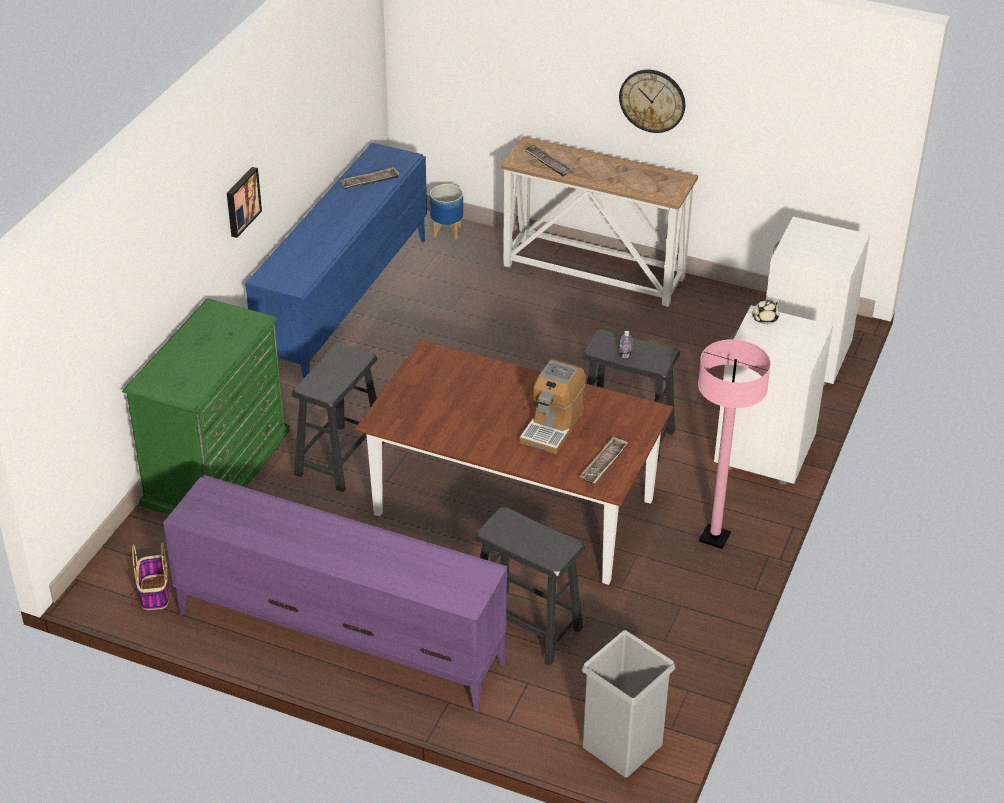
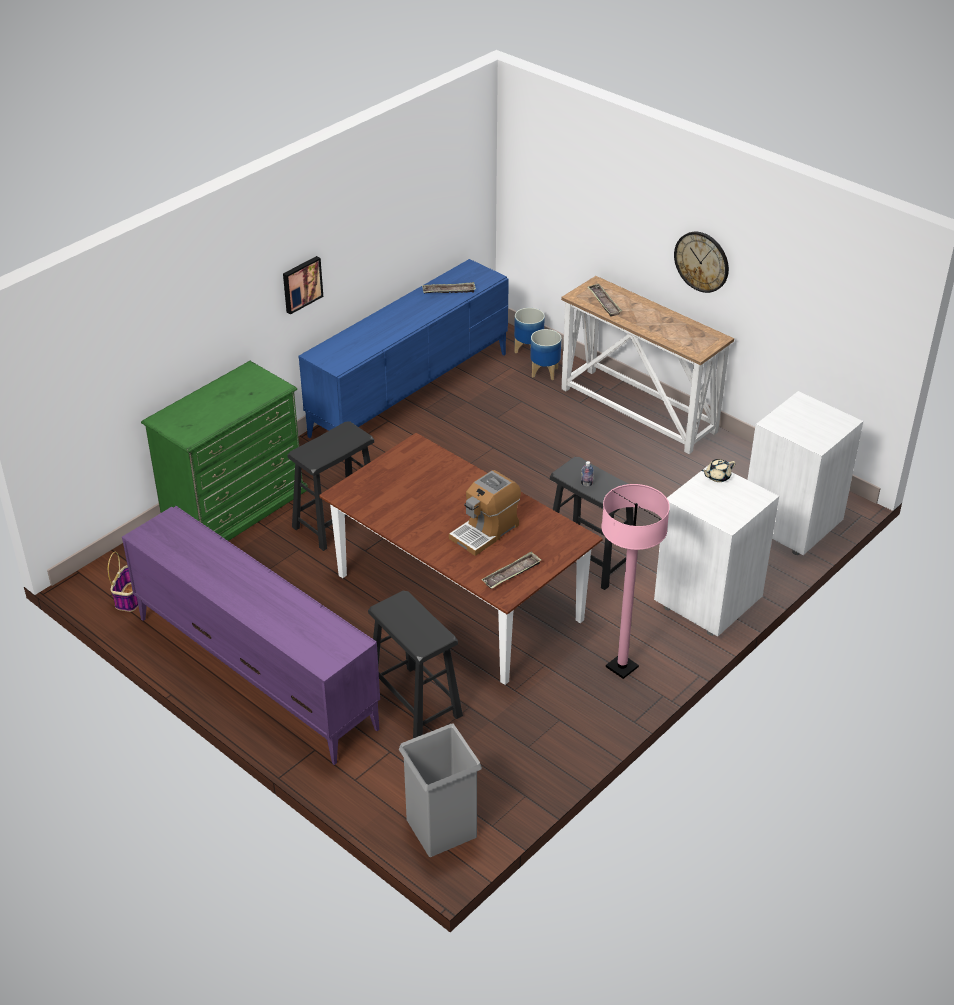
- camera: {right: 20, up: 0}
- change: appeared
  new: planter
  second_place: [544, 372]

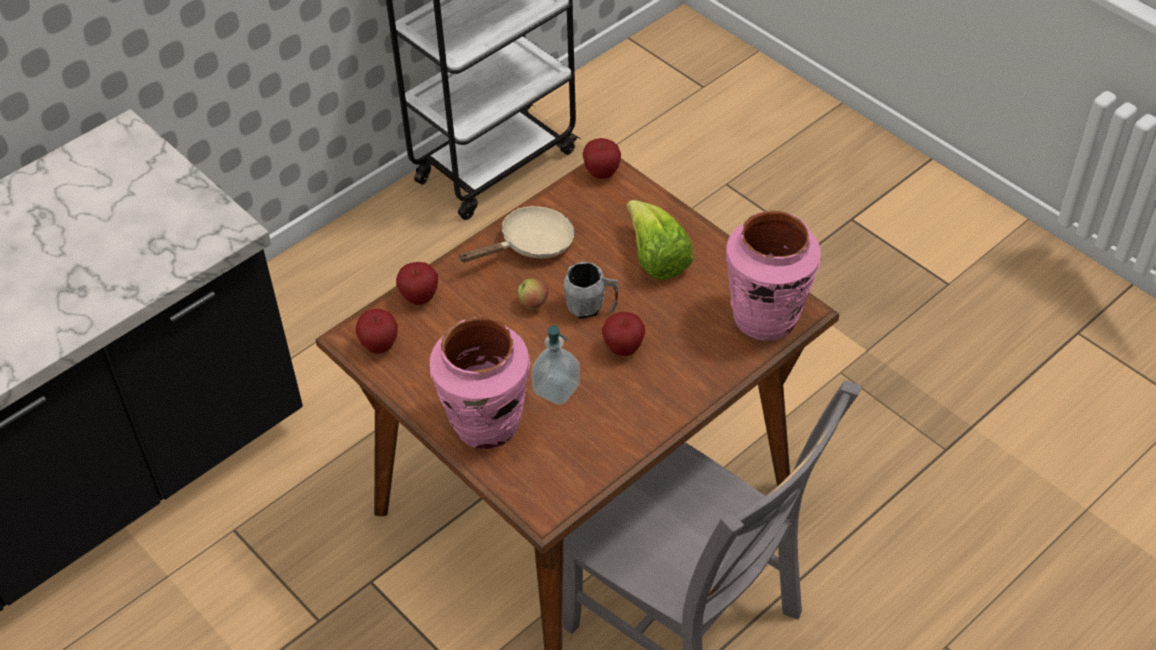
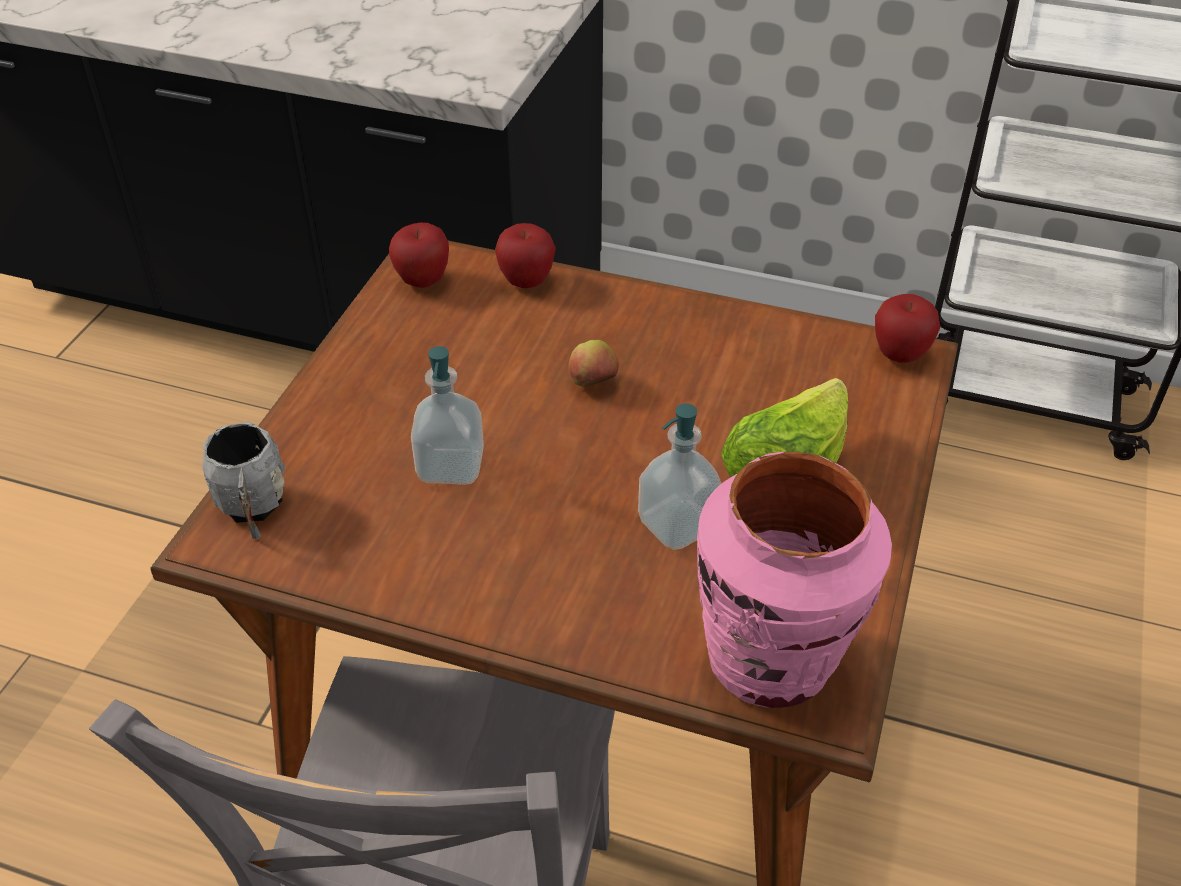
- camera: {right: 60, up: -5}
- change: missing
  old: beige-coloured skillet
  first_place: [530, 245]
- change: relocated
  old: greyish mug
  first_place: [591, 307]
  second_place: [252, 510]
- change: missing
  old: apple
  first_place: [623, 349]
- change: missing
  old: pinkish decorative vase
  first_place: [486, 425]
- change: appeared
  new: liquid soap bottle
  second_place: [678, 524]

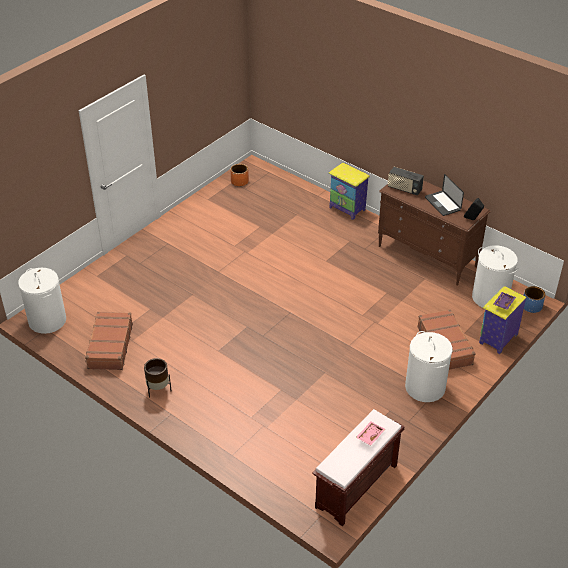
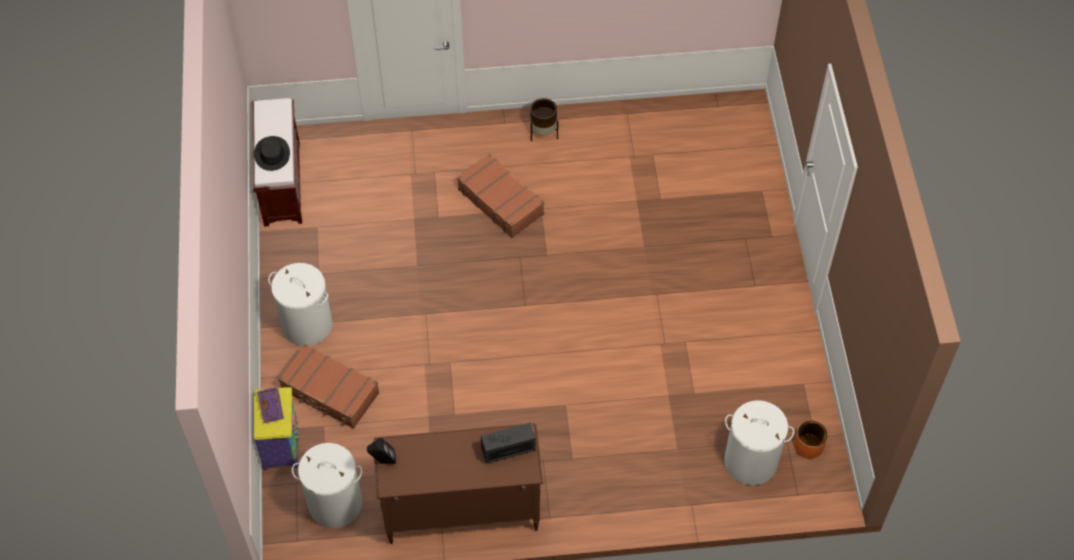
- camera: {right: 135, up: 15}
- change: missing
  old: nightstand
  first_place: [347, 210]
- change: missing
  old: notebook computer
  first_place: [442, 204]
- change: relocated
  old: whitish washing basket
  first_place: [47, 321]
  second_place: [751, 461]
- change: missing
  old: bluish planter
  first_place: [531, 306]
- change: relocated
  old: brown-coloured travel case
  first_place: [110, 346]
  second_place: [501, 201]
- change: exchanged
  old: pinkish serving tray
  new: black-coloured hat
  first_place: [369, 435]
  second_place: [272, 154]

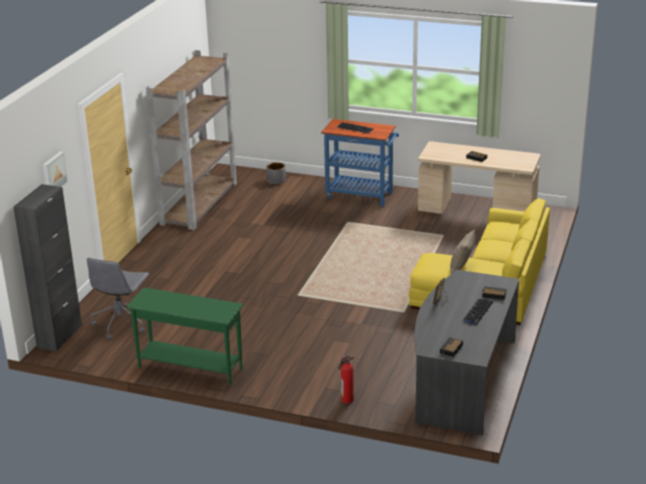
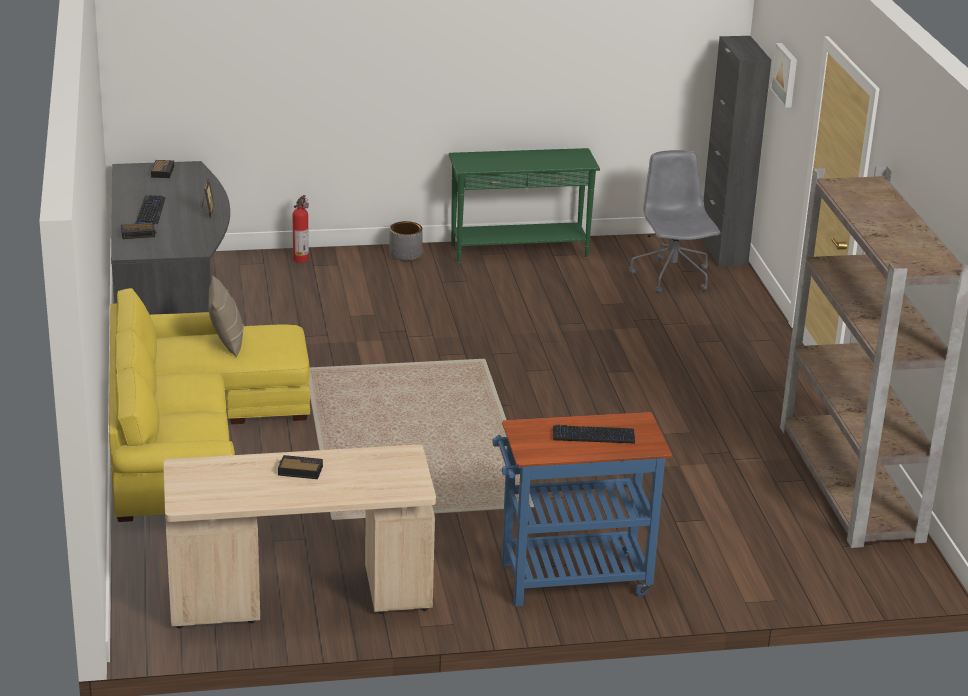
- camera: {right: 150, up: 0}
- change: relocated
  old: greyish planter
  first_place: [276, 181]
  second_place: [405, 254]

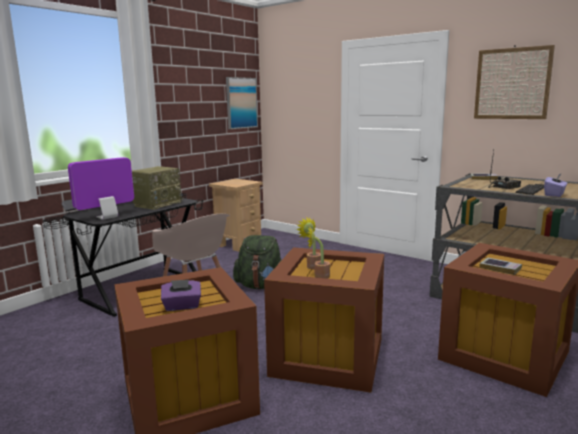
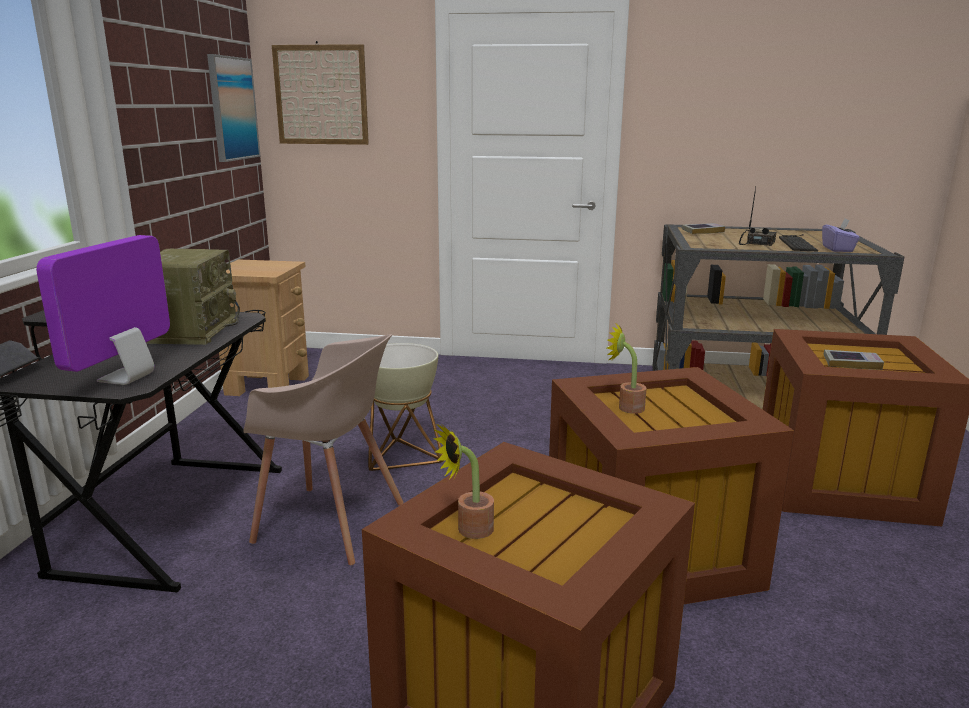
- camera: {right: -30, up: 5}
- change: relocated
  old: wall picture
  first_place: [512, 82]
  second_place: [321, 93]
- change: relocated
  old: plant in a pot
  first_place: [318, 276]
  second_place: [468, 530]
- change: exchanged
  old: greenish knapsack
  new: planter
  first_place: [261, 286]
  second_place: [403, 456]
- change: missing
  old: purple-coloured tissue holder
  first_place: [182, 306]

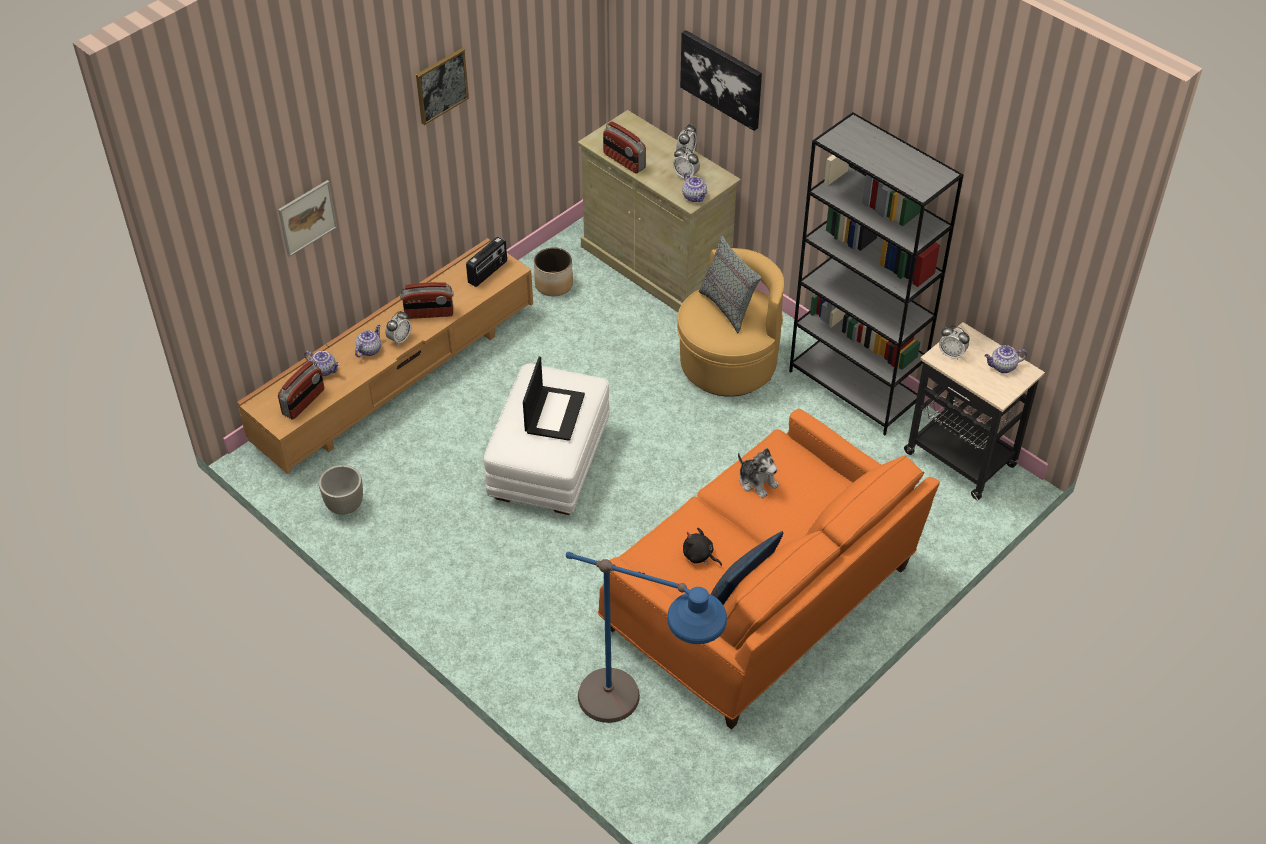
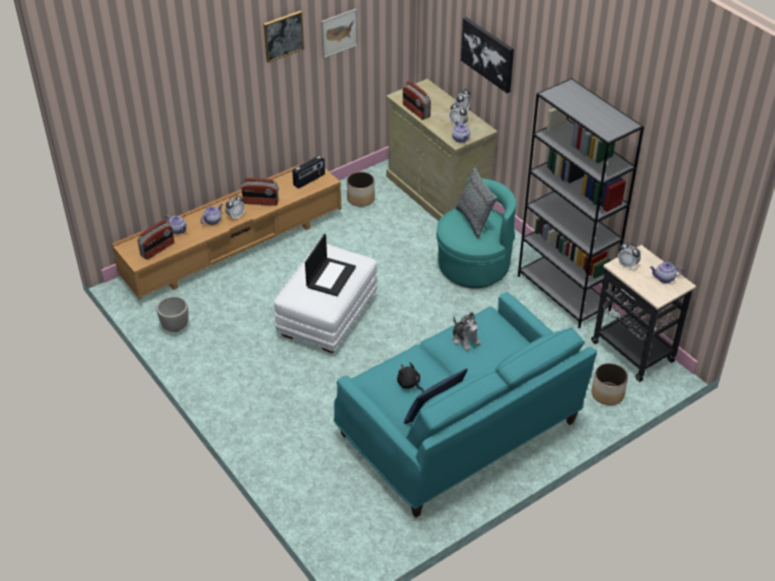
- camera: {right: 10, up: -5}
- change: relocated
  old: wall picture
  first_place: [307, 218]
  second_place: [339, 33]
- change: colour
  old: beige-coloured easy chair
  new: turquoise easy chair
  first_place: [727, 365]
  second_place: [473, 266]
- change: colour
  old: orange-coloured couch
  new: turquoise couch
  first_place: [763, 601]
  second_place: [461, 431]
- change: missing
  old: bluish standing lamp
  first_place: [640, 722]
- change: appeared
  new: planter
  second_place: [608, 394]

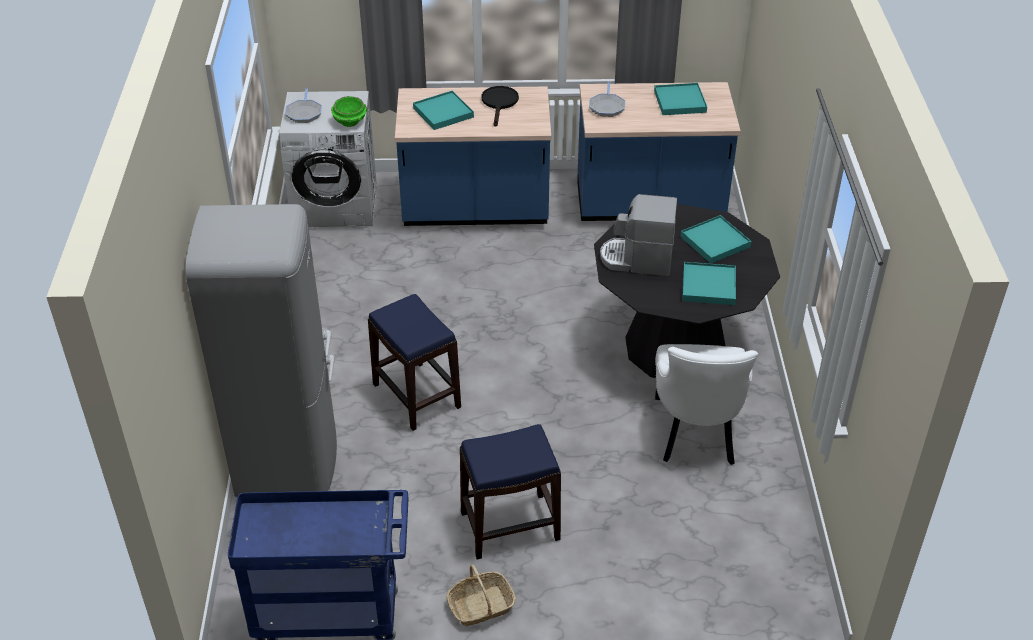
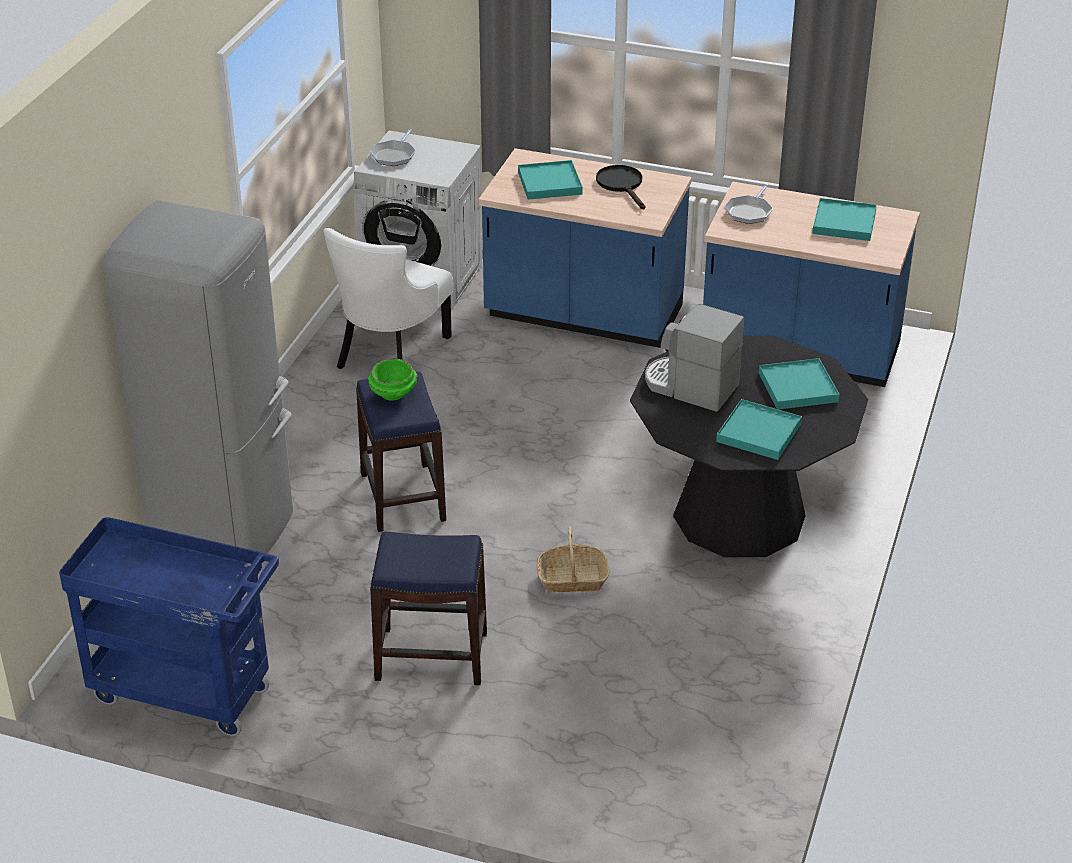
- camera: {right: 20, up: -5}
- change: spun
  old: black-coloured skillet
  first_place: [499, 103]
  second_place: [622, 185]
  degrees: -45
- change: relocated
  old: greenish deep dish
  first_place: [350, 121]
  second_place: [393, 393]
- change: relocated
  old: whitish plain chair
  first_place: [696, 429]
  second_place: [392, 351]
- change: relocated
  old: storage basket
  first_place: [481, 606]
  second_place: [572, 579]

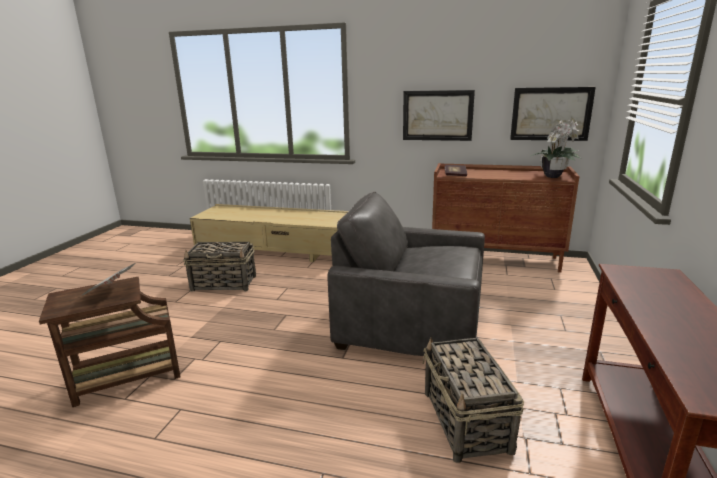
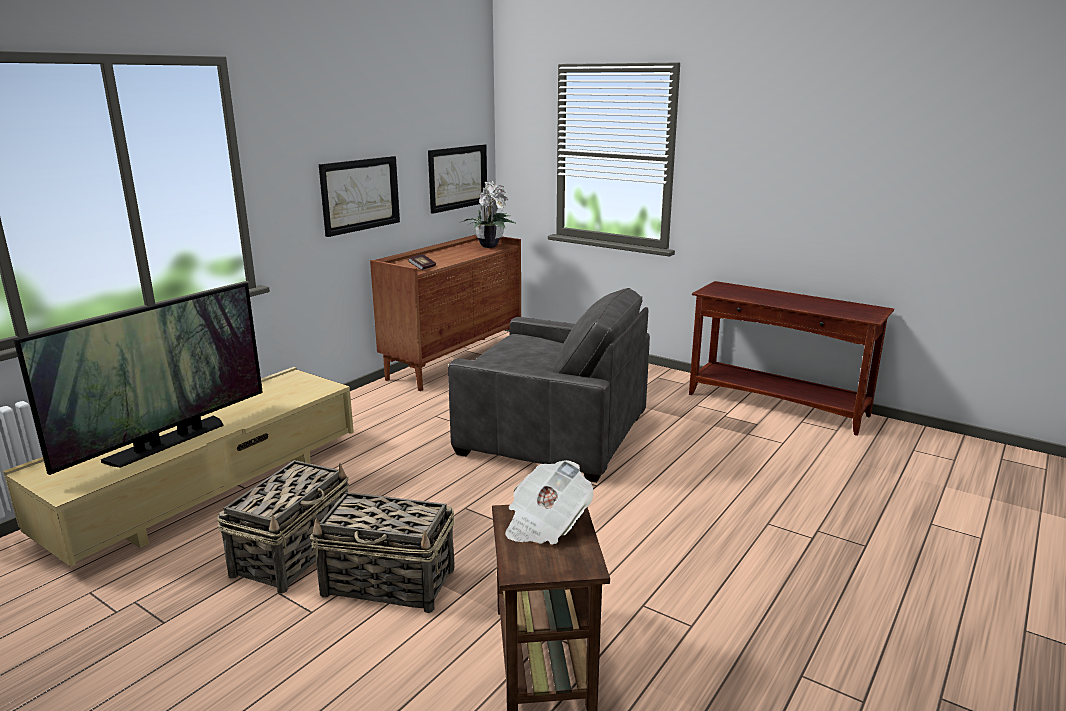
- camera: {right: -70, up: 0}
- change: spun
  old: greyish easy chair
  first_place: [412, 322]
  second_place: [553, 435]
  degrees: -105
- change: relocated
  old: storage basket
  first_place: [466, 422]
  second_place: [390, 583]
- change: appeared
  new: TV
  second_place: [168, 442]

